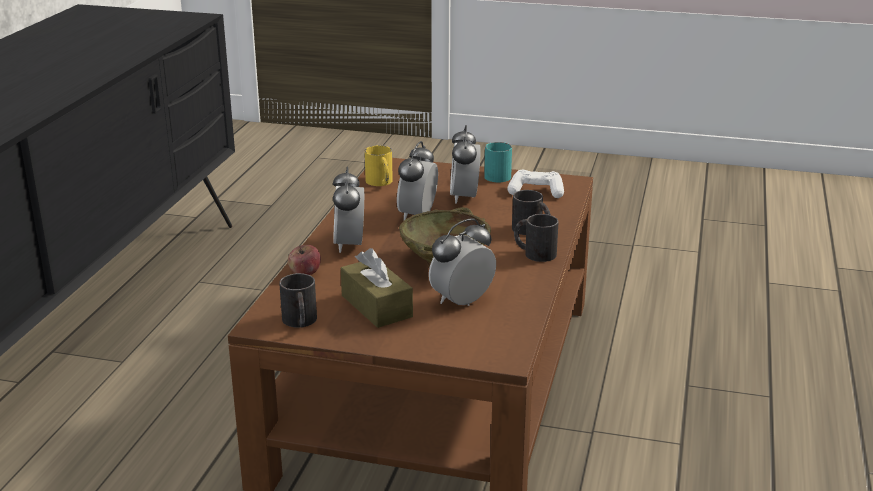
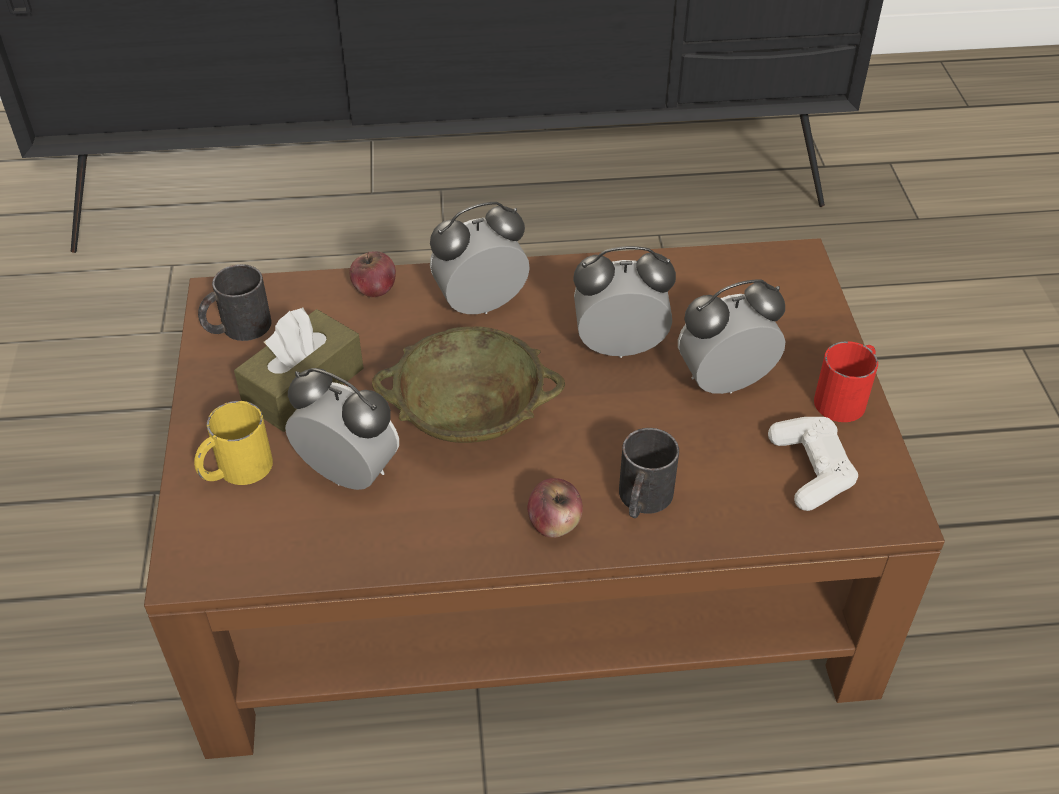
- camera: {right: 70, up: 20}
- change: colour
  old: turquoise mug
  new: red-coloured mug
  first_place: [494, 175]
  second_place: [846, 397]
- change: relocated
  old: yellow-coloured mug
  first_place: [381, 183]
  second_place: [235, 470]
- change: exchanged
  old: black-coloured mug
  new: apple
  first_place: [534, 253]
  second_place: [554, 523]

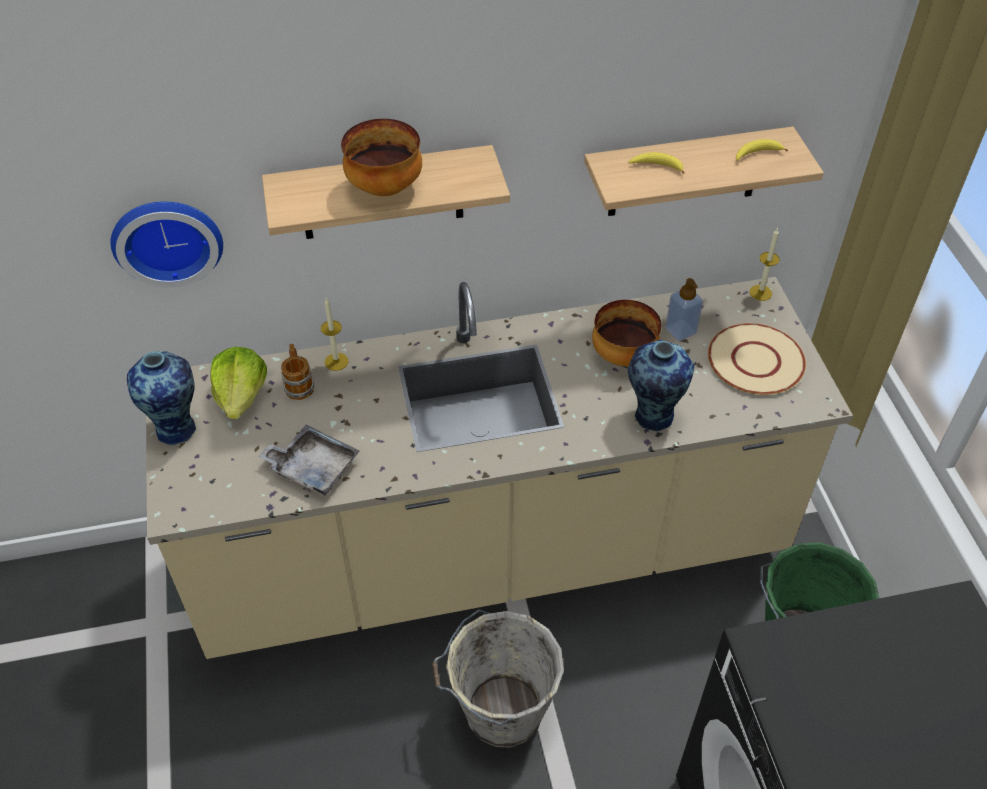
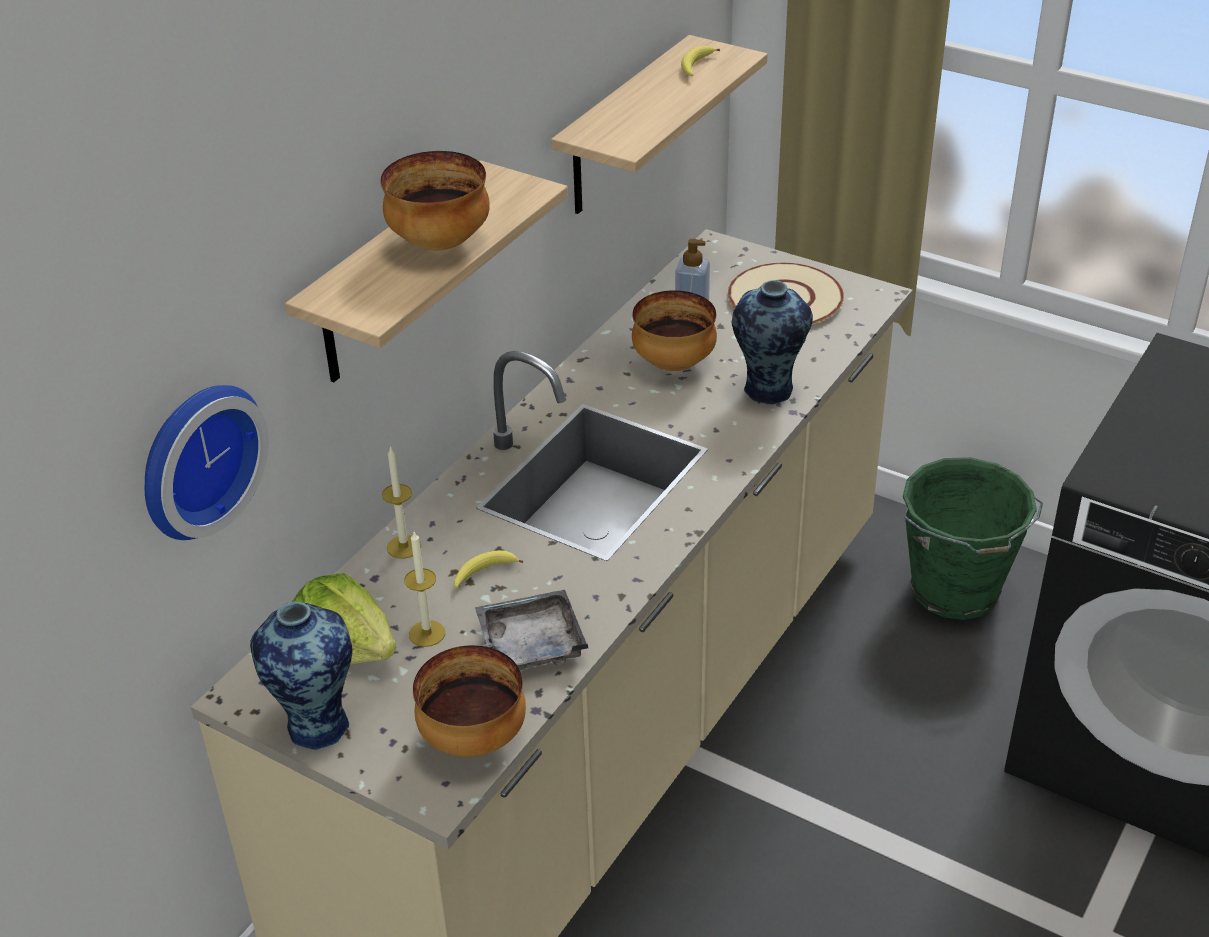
- camera: {right: -45, up: -10}
- change: relocated
  old: banana fruit
  first_place: [656, 166]
  second_place: [484, 573]
- change: relocated
  old: wax light
  first_place: [760, 292]
  second_place: [427, 633]
- change: missing
  old: mug
  first_place: [298, 384]
- change: missing
  old: greyish pail
  first_place: [500, 712]
- change: appeared
  new: deep dish
  second_place: [472, 739]

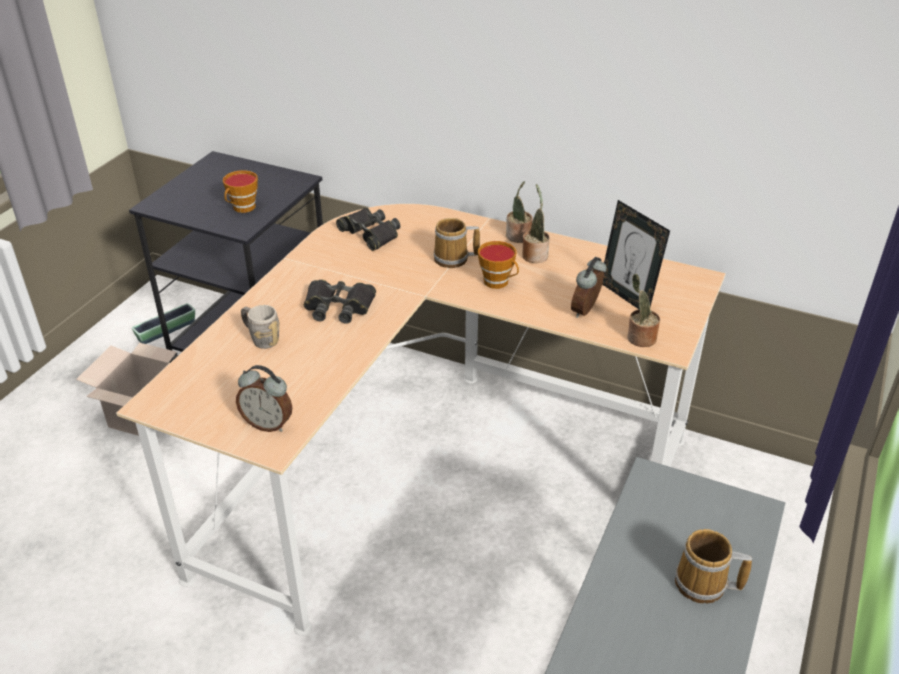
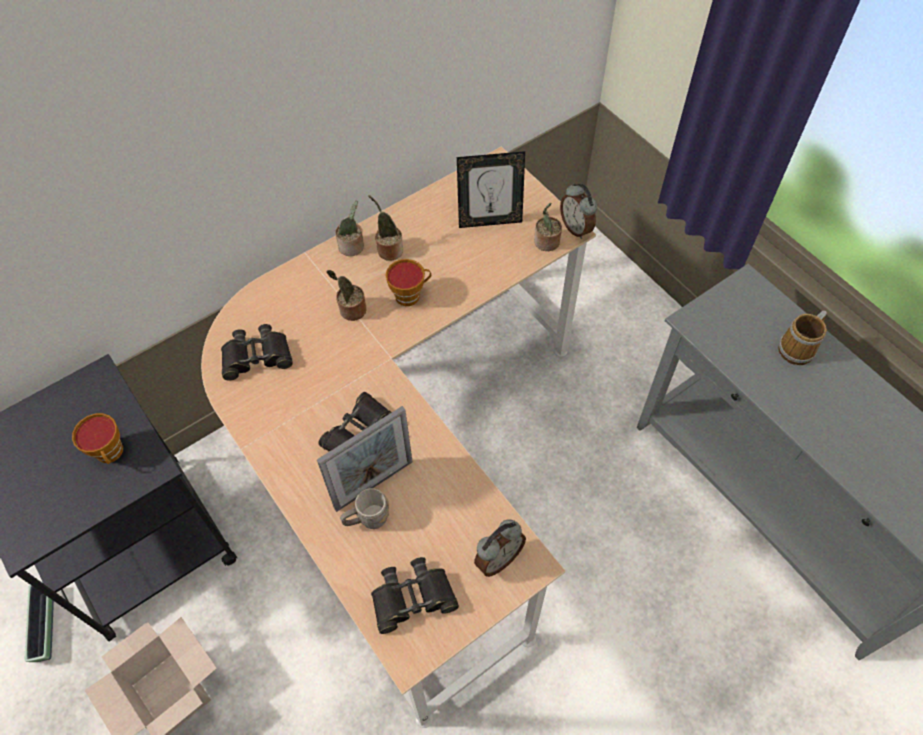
- camera: {right: -60, up: 20}
- change: exchanged
  old: mug
  new: plant in a pot
  first_place: [453, 259]
  second_place: [351, 310]
- change: relocated
  old: bedside clock
  first_place: [586, 311]
  second_place: [576, 228]
- change: appeared
  new: standing frame
  second_place: [374, 485]
- change: appeared
  new: black-coloured field glasses
  second_place: [412, 598]

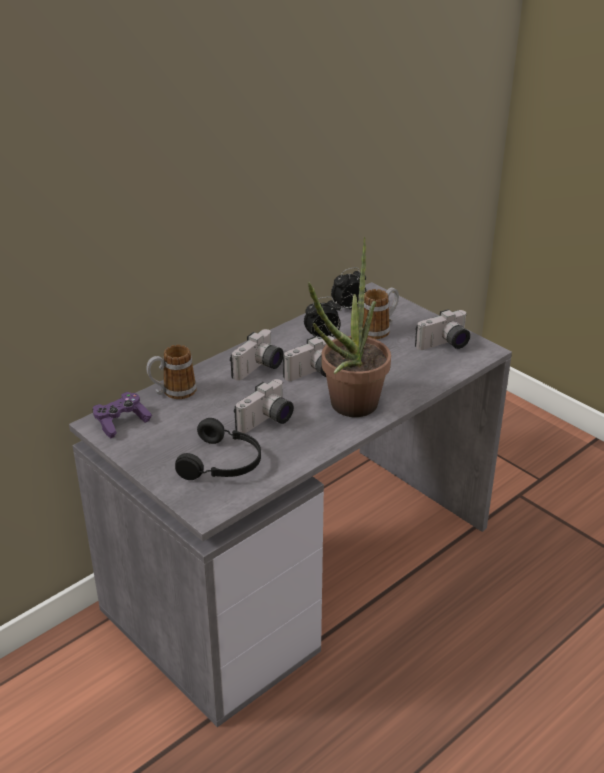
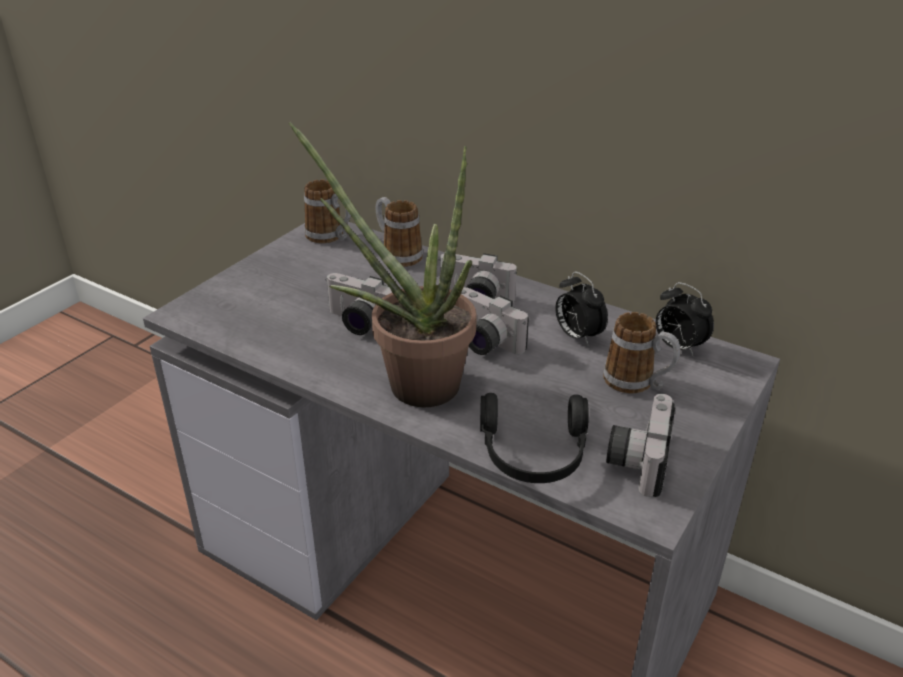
- camera: {right: 75, up: 0}
- change: spun
  old: still camera
  first_place: [445, 345]
  second_place: [636, 459]
  degrees: 60
- change: exchanged
  old: purple-coloured joypad
  new: mug
  first_place: [121, 422]
  second_place: [330, 237]
- change: relocated
  old: black-coloured pair of headphones
  first_place: [223, 463]
  second_place: [533, 454]

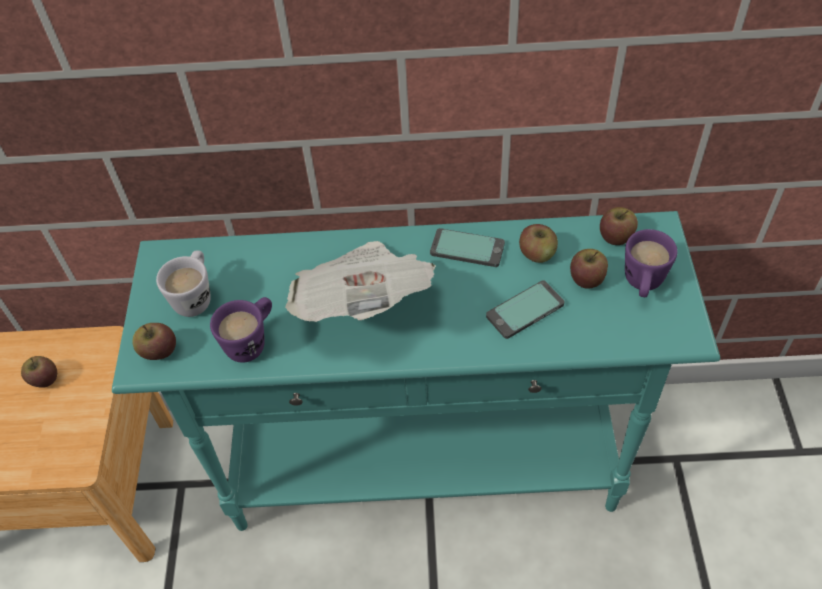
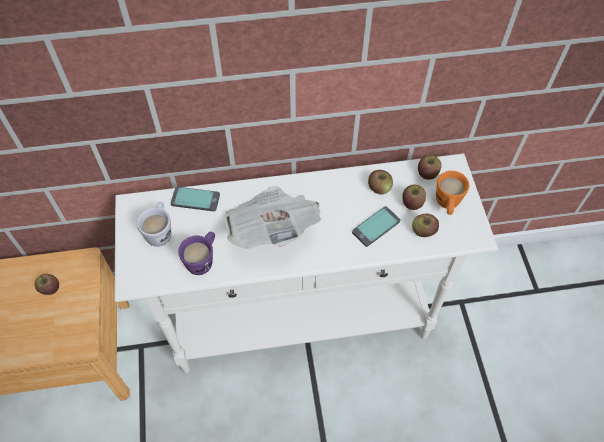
- camera: {right: -10, up: 5}
- change: colour
  old: turquoise hall table
  new: whitish hall table
  first_place: [425, 465]
  second_place: [302, 319]
- change: relocated
  old: handset
  first_place: [467, 248]
  second_place: [195, 199]
- change: colour
  old: purple-coloured mug
  new: orange-coloured mug
  first_place: [642, 285]
  second_place: [447, 205]
- change: relocated
  old: apple
  first_place: [159, 351]
  second_place: [423, 231]

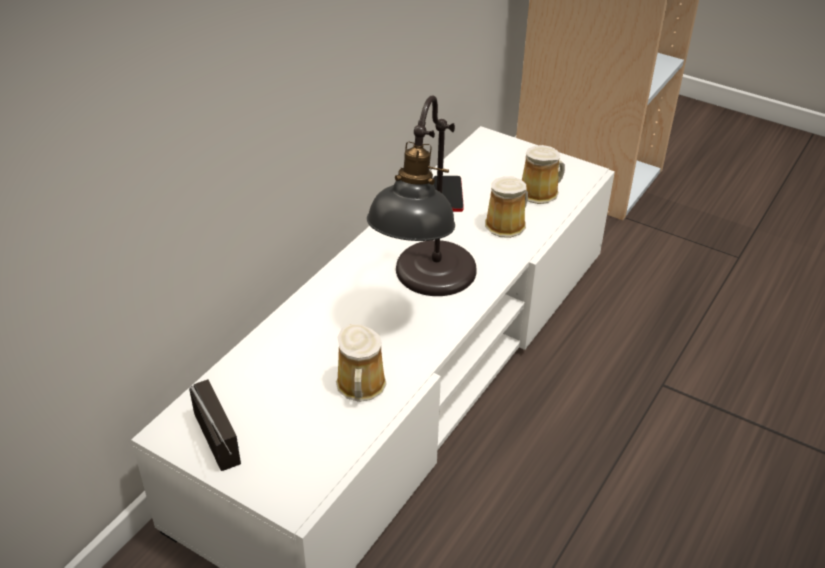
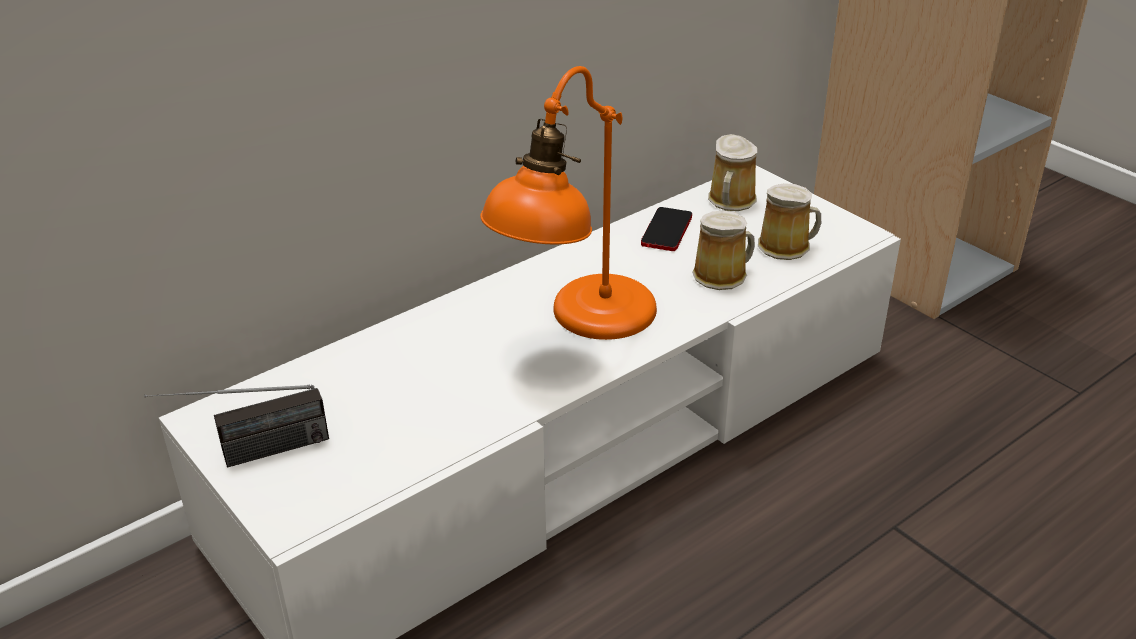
- camera: {right: 20, up: -5}
- change: colour
  old: greyish lamp for a table
  new: orange-coloured lamp for a table
  first_place: [425, 292]
  second_place: [577, 331]
- change: relocated
  old: mug
  first_place: [360, 387]
  second_place: [731, 201]
- change: spun
  old: radio
  first_place: [227, 453]
  second_place: [248, 455]
  degrees: 75

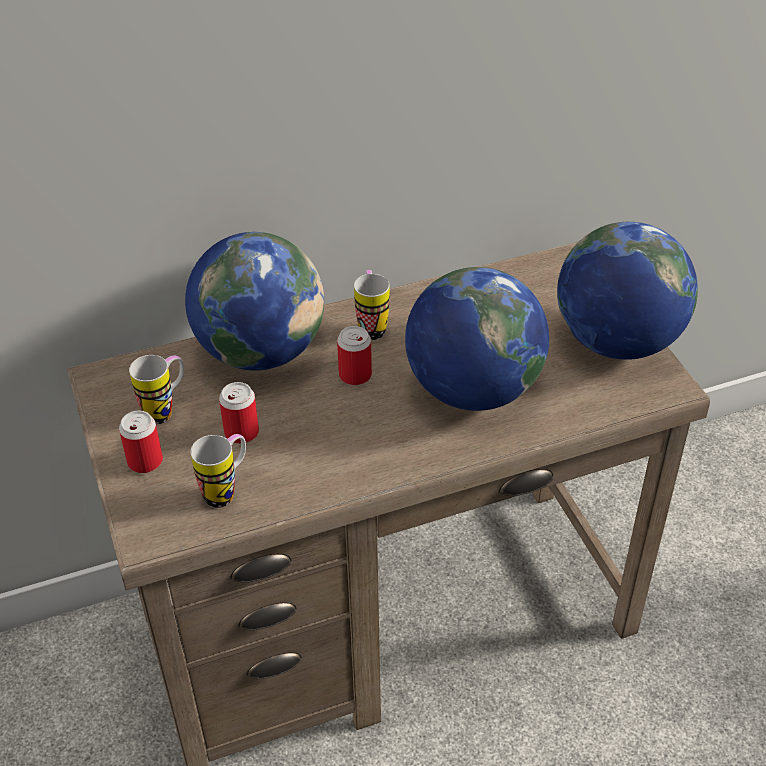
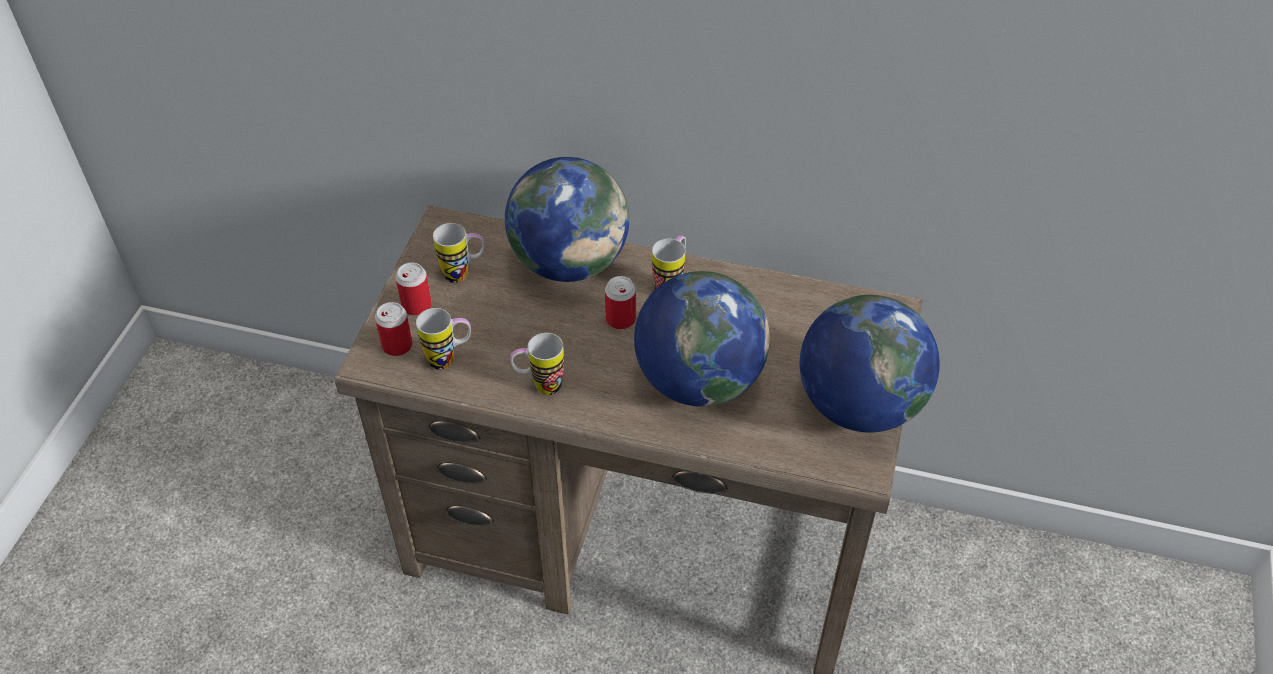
- camera: {right: 35, up: 5}
- change: relocated
  old: can
  first_place: [241, 432]
  second_place: [397, 345]
- change: appeared
  new: mug
  second_place: [539, 386]

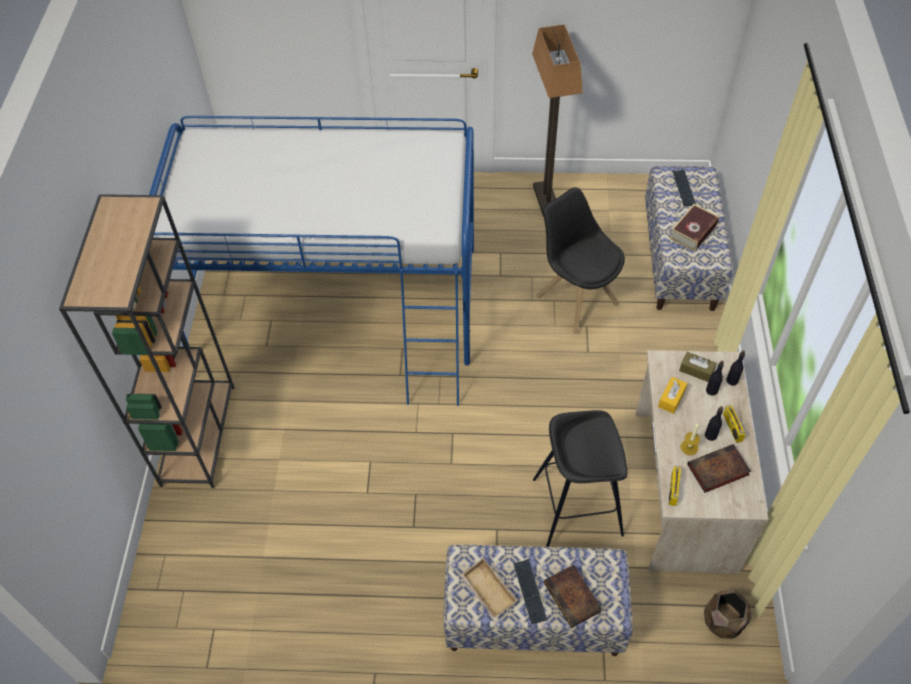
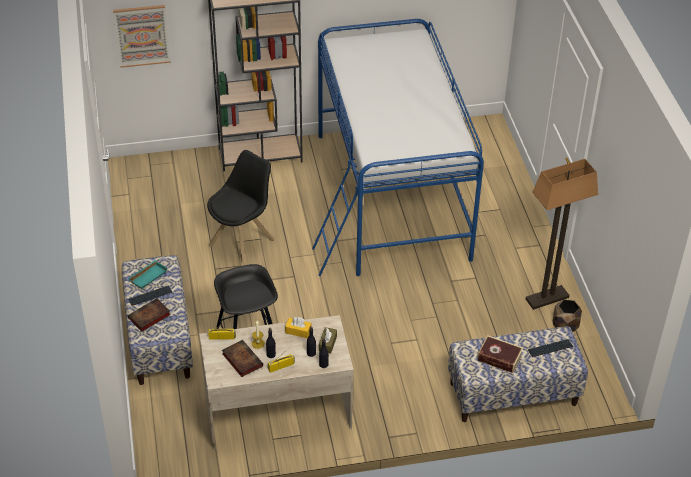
- camera: {right: 75, up: -10}
- change: relocated
  old: black-coloured plain chair
  first_place: [576, 300]
  second_place: [242, 242]
- change: colour
  old: beige-coloured serving tray
  new: turquoise serving tray
  first_place: [486, 590]
  second_place: [148, 276]
- change: relocated
  old: brown-coloured planter
  first_place: [722, 622]
  second_place: [564, 326]
- change: appeared
  new: wall picture
  second_place: [142, 35]

